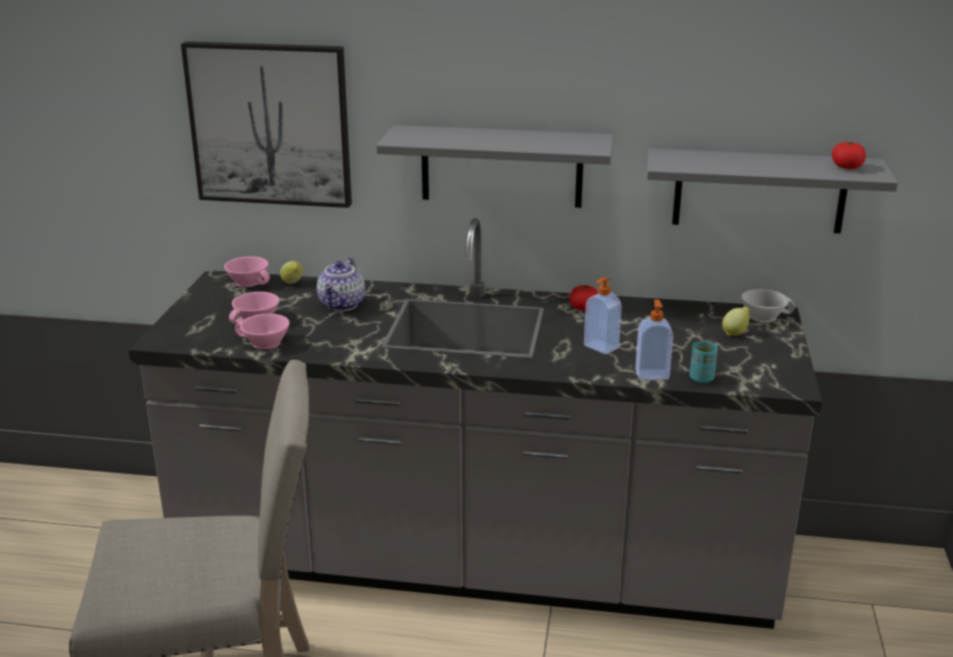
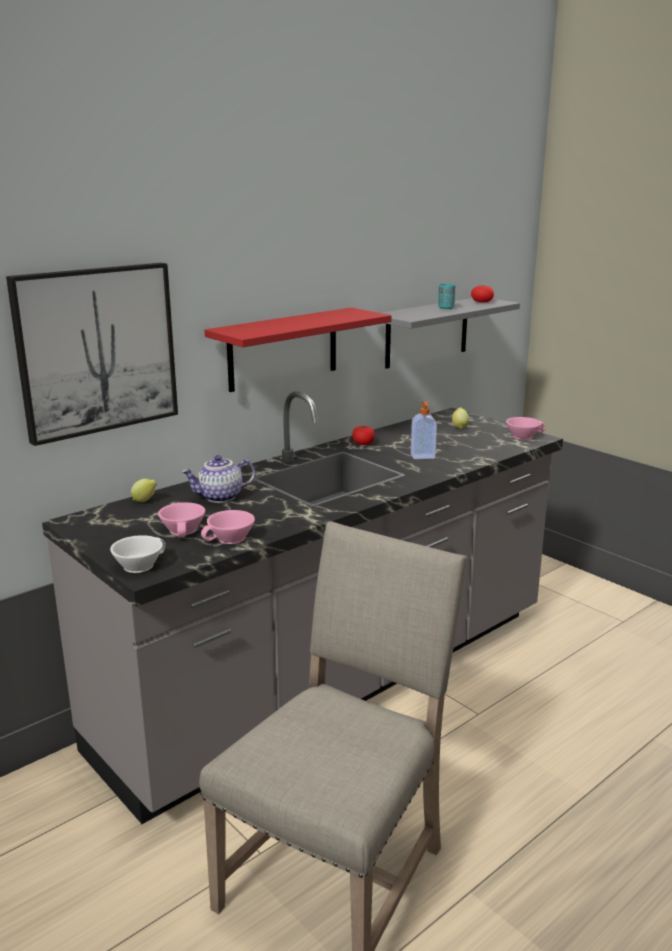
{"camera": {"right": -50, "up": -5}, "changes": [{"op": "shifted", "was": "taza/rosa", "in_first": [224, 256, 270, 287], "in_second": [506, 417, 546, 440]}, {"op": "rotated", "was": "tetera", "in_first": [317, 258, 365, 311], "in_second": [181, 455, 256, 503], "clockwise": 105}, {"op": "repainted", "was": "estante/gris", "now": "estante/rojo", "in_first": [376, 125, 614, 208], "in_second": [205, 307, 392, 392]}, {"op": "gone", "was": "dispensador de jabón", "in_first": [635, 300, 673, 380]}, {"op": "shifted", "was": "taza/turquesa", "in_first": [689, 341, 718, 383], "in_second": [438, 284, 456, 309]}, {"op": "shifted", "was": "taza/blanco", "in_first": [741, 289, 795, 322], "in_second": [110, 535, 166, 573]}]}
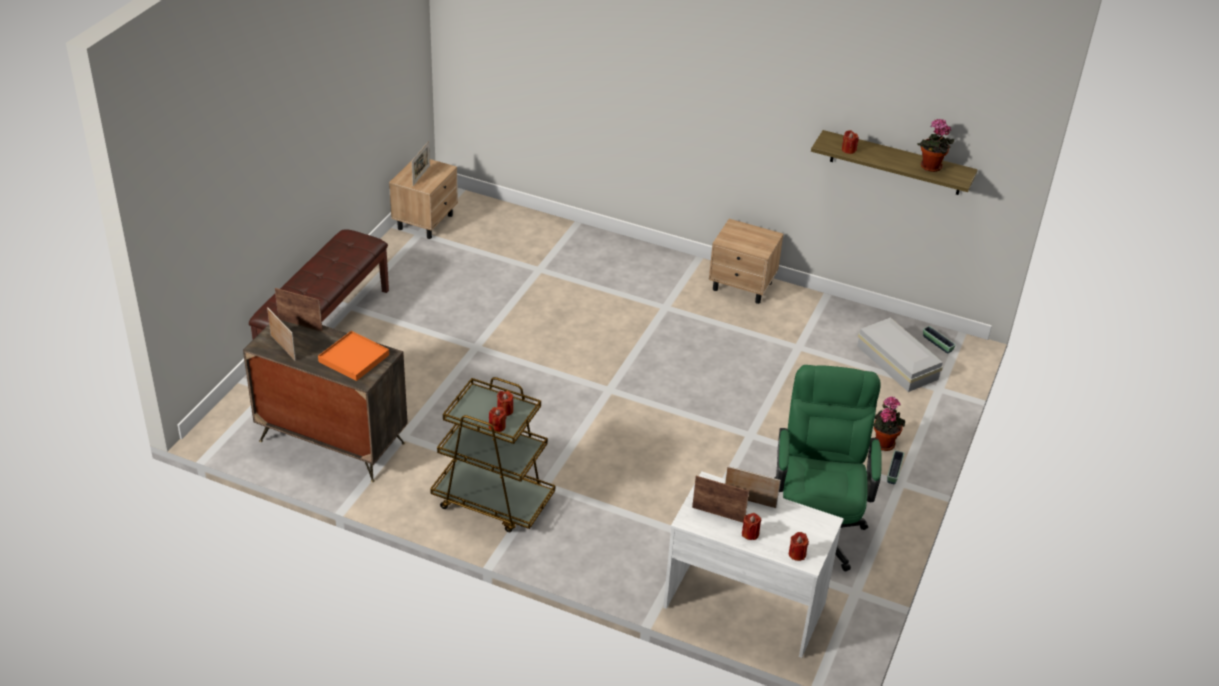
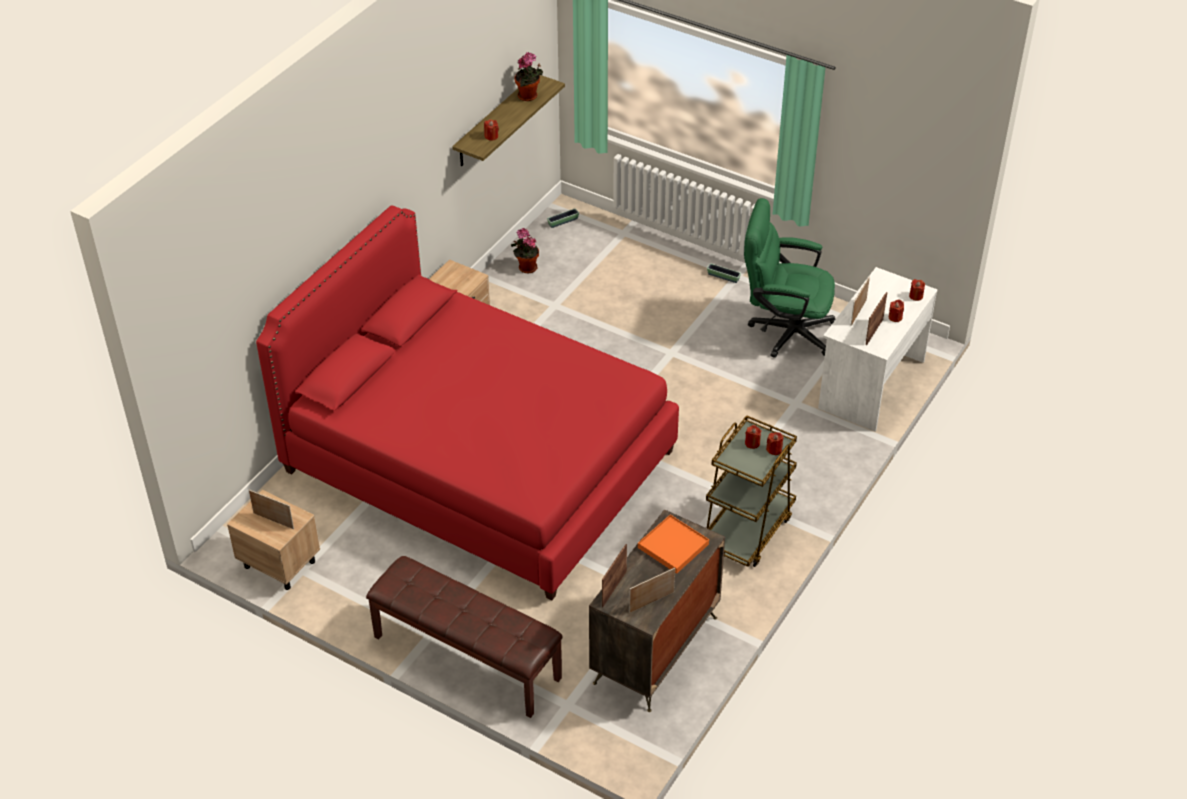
{"camera": {"right": -80, "up": 5}, "changes": [{"op": "gone", "was": "caja de almacenaje/blanco", "in_first": [857, 317, 943, 392]}, {"op": "shifted", "was": "planta en maceta", "in_first": [873, 396, 905, 451], "in_second": [511, 228, 539, 274]}, {"op": "new", "now": "cama/rojo", "in_second": [256, 205, 679, 600]}]}
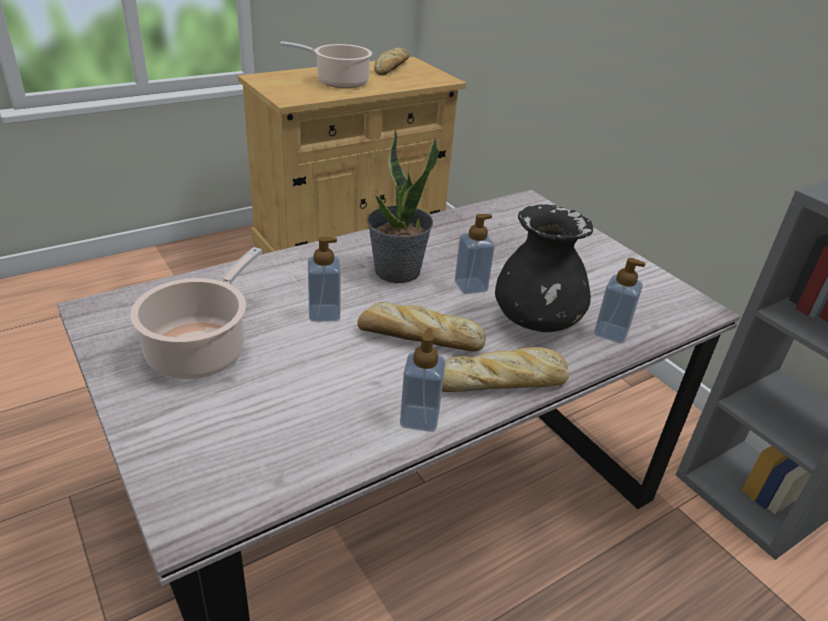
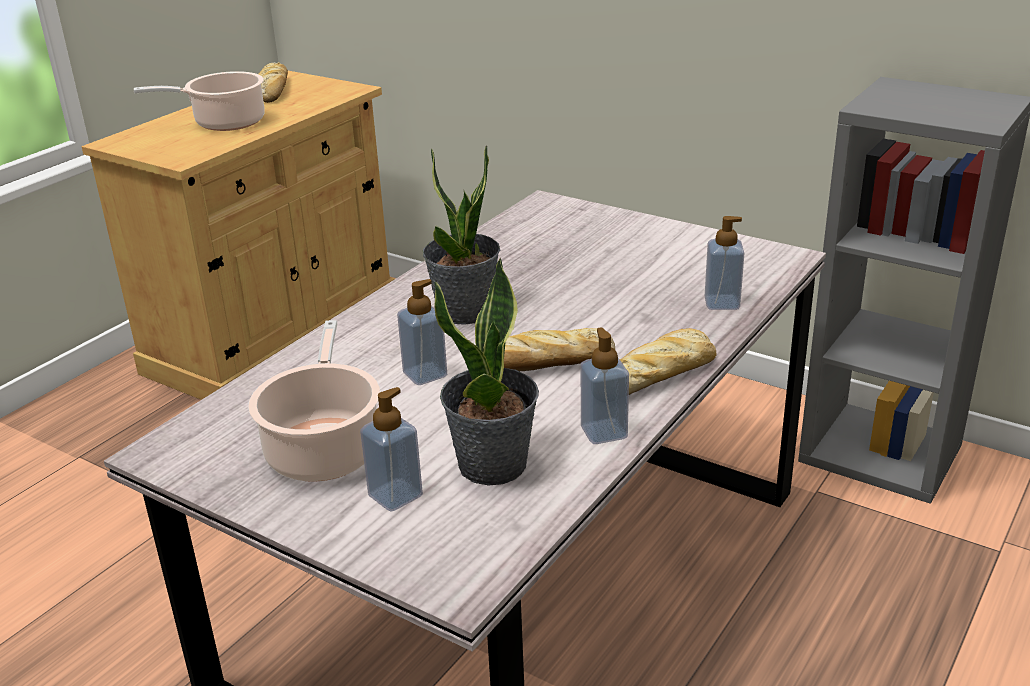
{"camera": {"right": -20, "up": -5}, "changes": [{"op": "shifted", "was": "dispensador de jabón", "in_first": [455, 214, 495, 294], "in_second": [360, 387, 423, 512]}, {"op": "gone", "was": "florero/negro", "in_first": [495, 205, 593, 332]}, {"op": "new", "now": "planta en maceta", "in_second": [434, 258, 539, 485]}]}
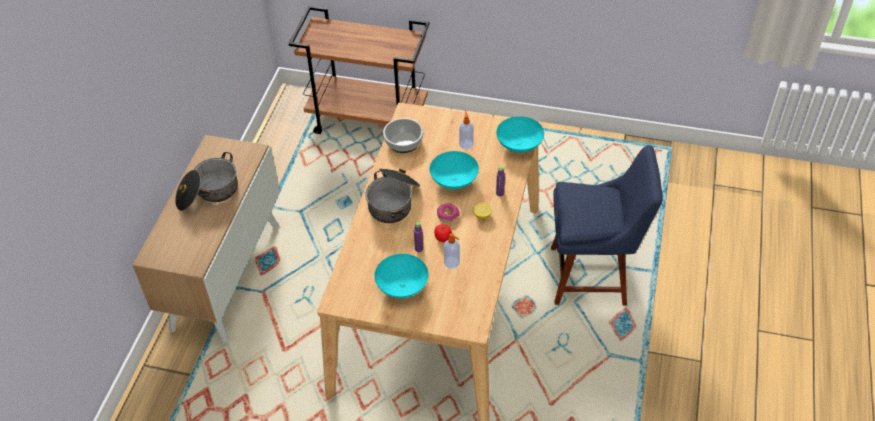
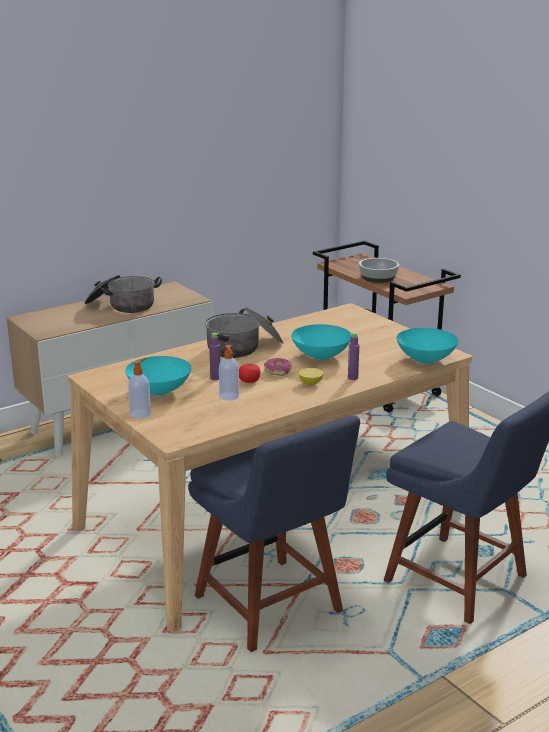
{"camera": {"right": 40, "up": -25}, "changes": [{"op": "shifted", "was": "cuenco", "in_first": [383, 118, 423, 153], "in_second": [359, 258, 399, 283]}, {"op": "shifted", "was": "dispensador de jabón", "in_first": [459, 110, 474, 149], "in_second": [128, 358, 151, 418]}, {"op": "new", "now": "silla/azul", "in_second": [188, 416, 360, 652]}]}
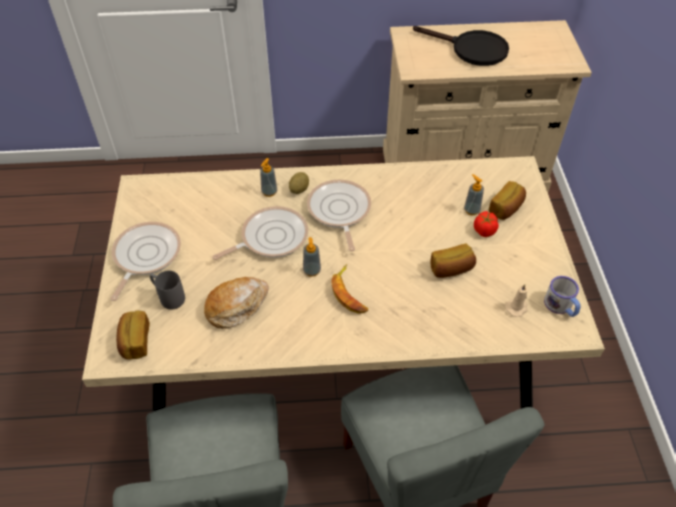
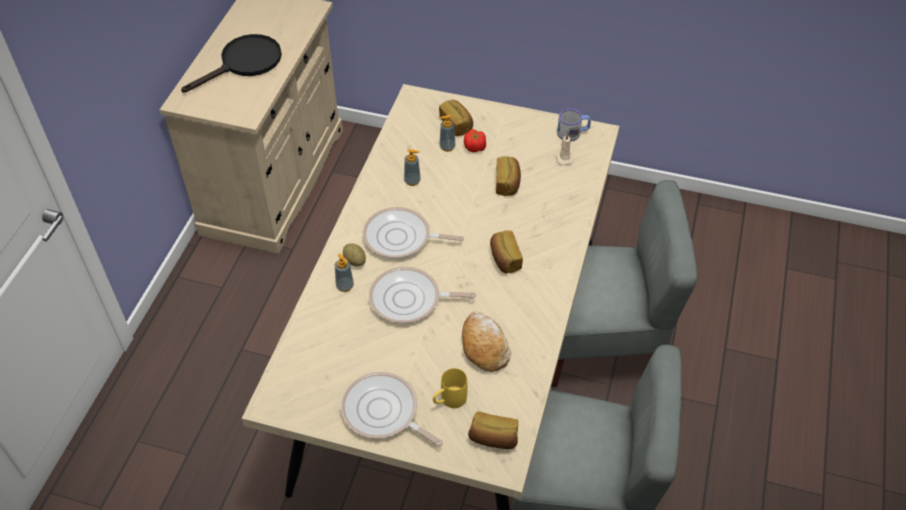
{"camera": {"right": -70, "up": 0}, "changes": [{"op": "repainted", "was": "taza grande/gris", "now": "taza grande/amarillo", "in_first": [150, 271, 185, 309], "in_second": [433, 368, 468, 408]}, {"op": "rotated", "was": "sartén", "in_first": [213, 206, 308, 260], "in_second": [369, 267, 476, 323], "clockwise": -75}, {"op": "shifted", "was": "dispensador de jabón", "in_first": [303, 237, 321, 277], "in_second": [404, 149, 421, 186]}, {"op": "swapped", "was": "plátano", "now": "pan", "in_first": [332, 264, 368, 314], "in_second": [490, 231, 523, 273]}]}
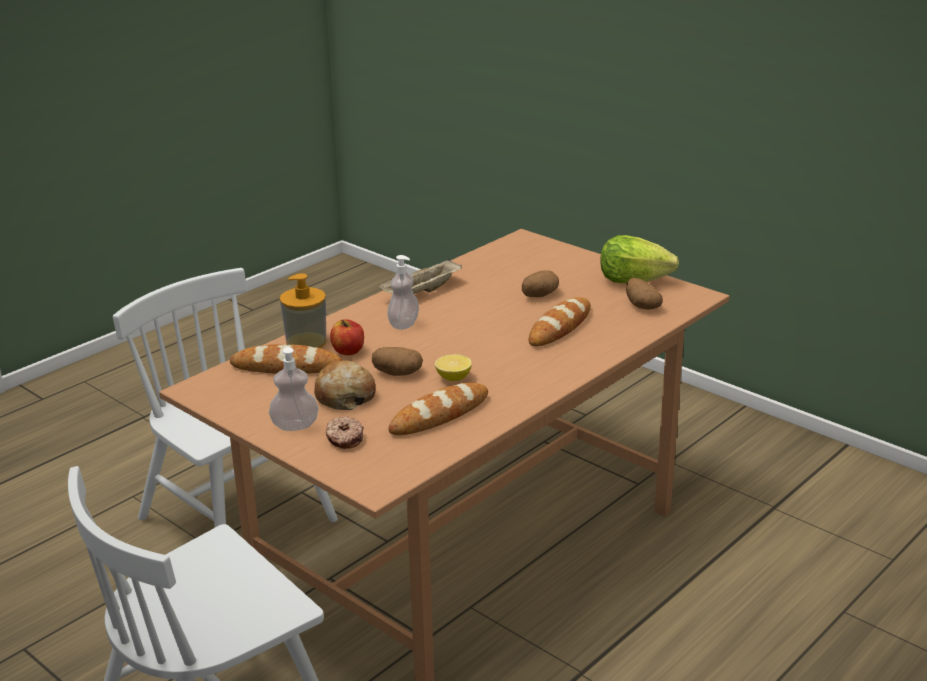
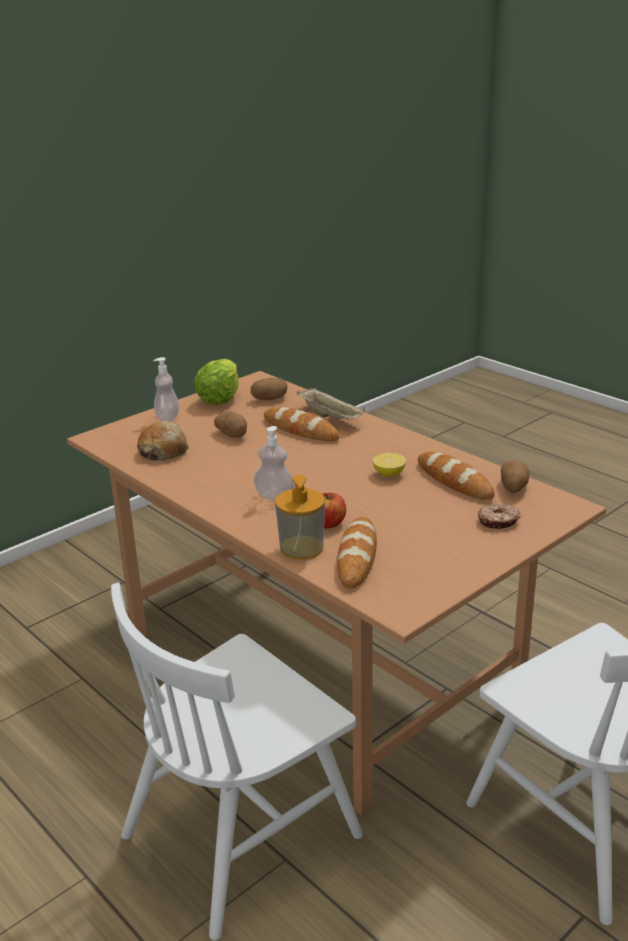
{"camera": {"right": -85, "up": 0}, "changes": [{"op": "shifted", "was": "dispensador de jabón", "in_first": [269, 347, 319, 431], "in_second": [153, 357, 179, 422]}, {"op": "shifted", "was": "pan", "in_first": [314, 361, 376, 410], "in_second": [137, 420, 189, 461]}, {"op": "shifted", "was": "patata", "in_first": [372, 347, 423, 376], "in_second": [501, 460, 530, 493]}, {"op": "shifted", "was": "bandeja/beis", "in_first": [378, 258, 462, 294], "in_second": [297, 388, 365, 419]}]}
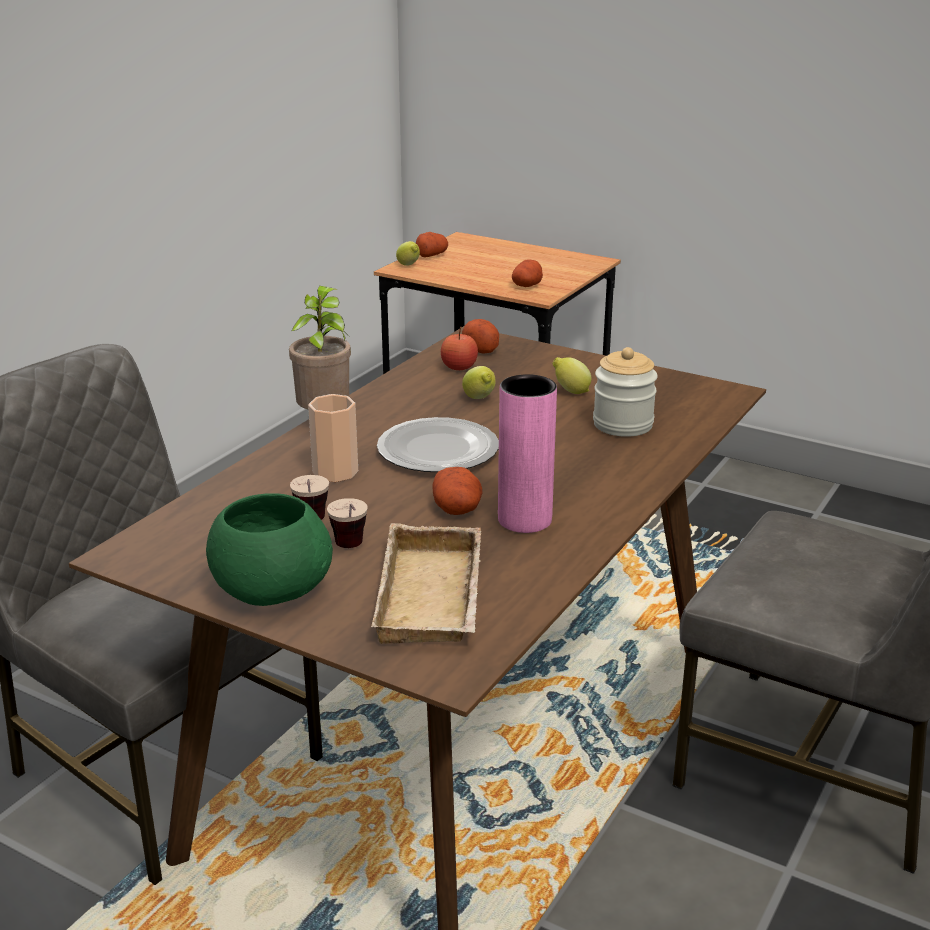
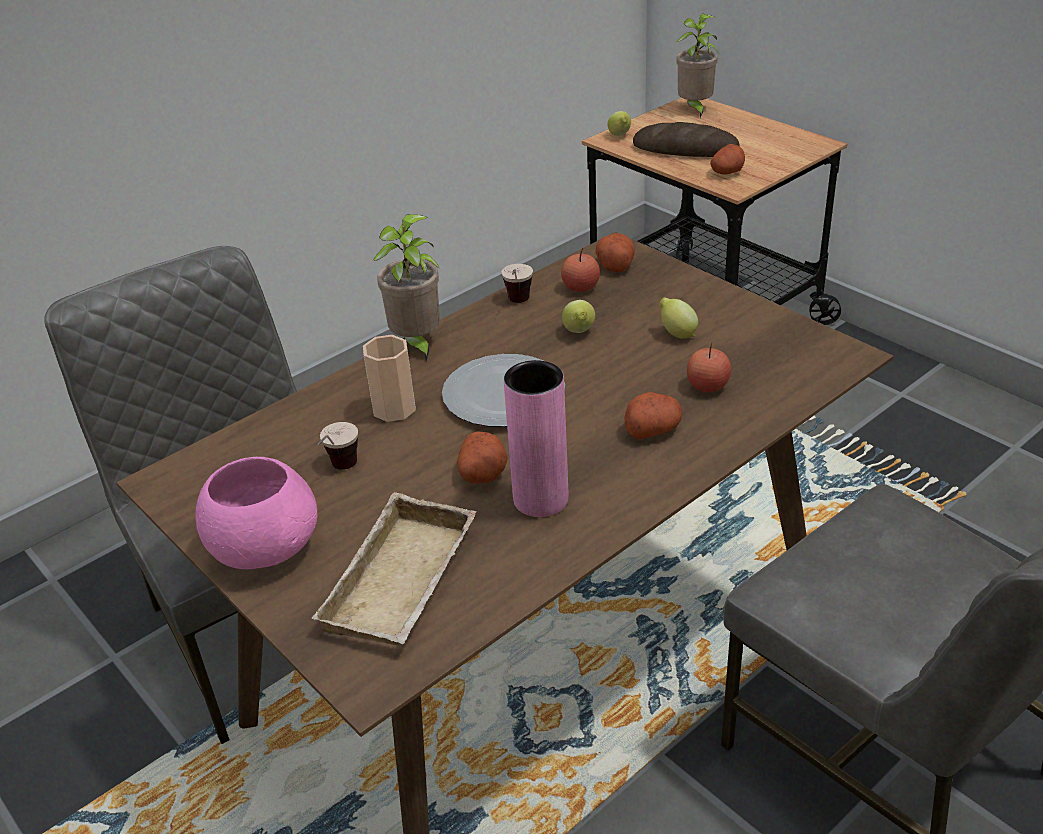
{"camera": {"right": 20, "up": 10}, "changes": [{"op": "repainted", "was": "cuenco/verde", "now": "cuenco/rosa", "in_first": [206, 493, 333, 606], "in_second": [195, 457, 317, 569]}, {"op": "shifted", "was": "taza", "in_first": [327, 498, 367, 548], "in_second": [502, 264, 533, 303]}, {"op": "shifted", "was": "patata", "in_first": [416, 232, 448, 257], "in_second": [624, 392, 682, 439]}, {"op": "swapped", "was": "tarro", "now": "manzana", "in_first": [593, 347, 658, 437], "in_second": [687, 342, 731, 392]}, {"op": "new", "now": "pan", "in_second": [633, 122, 740, 157]}, {"op": "new", "now": "planta en maceta", "in_second": [676, 14, 719, 118]}]}
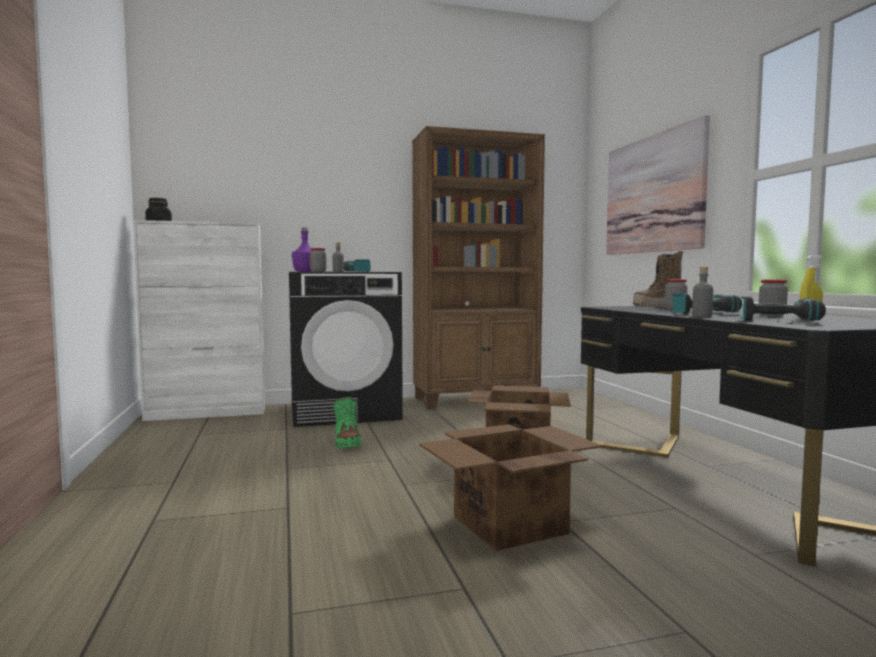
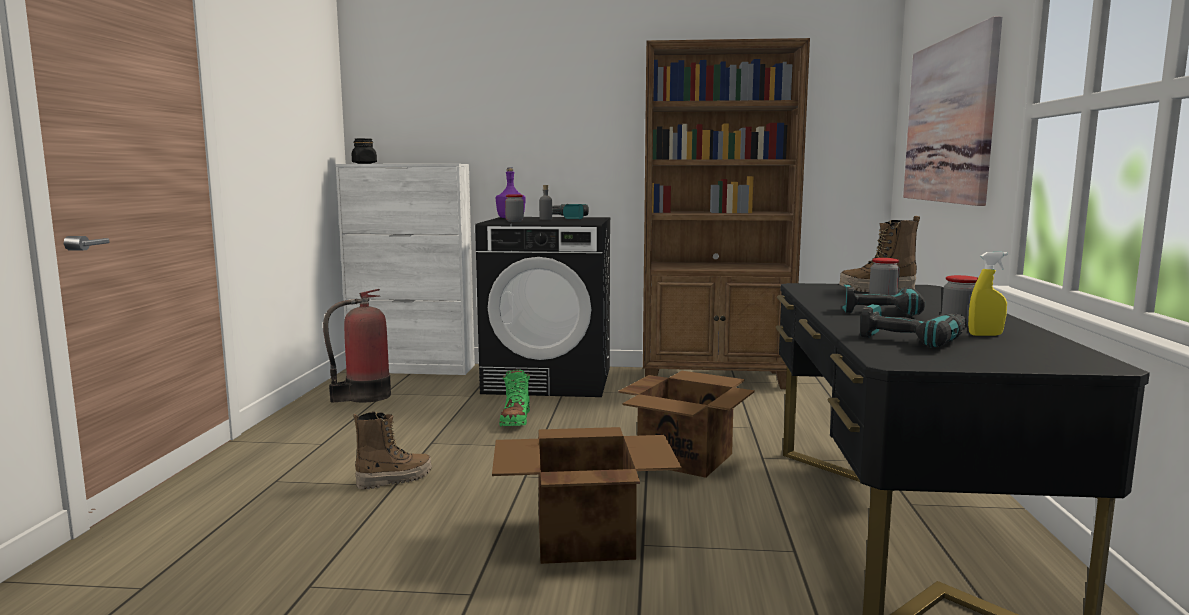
{"camera": {"right": 20, "up": 5}, "changes": [{"op": "gone", "was": "botella/gris", "in_first": [692, 267, 713, 317]}, {"op": "new", "now": "extintor", "in_second": [323, 289, 391, 402]}, {"op": "new", "now": "bota", "in_second": [353, 412, 432, 490]}]}
